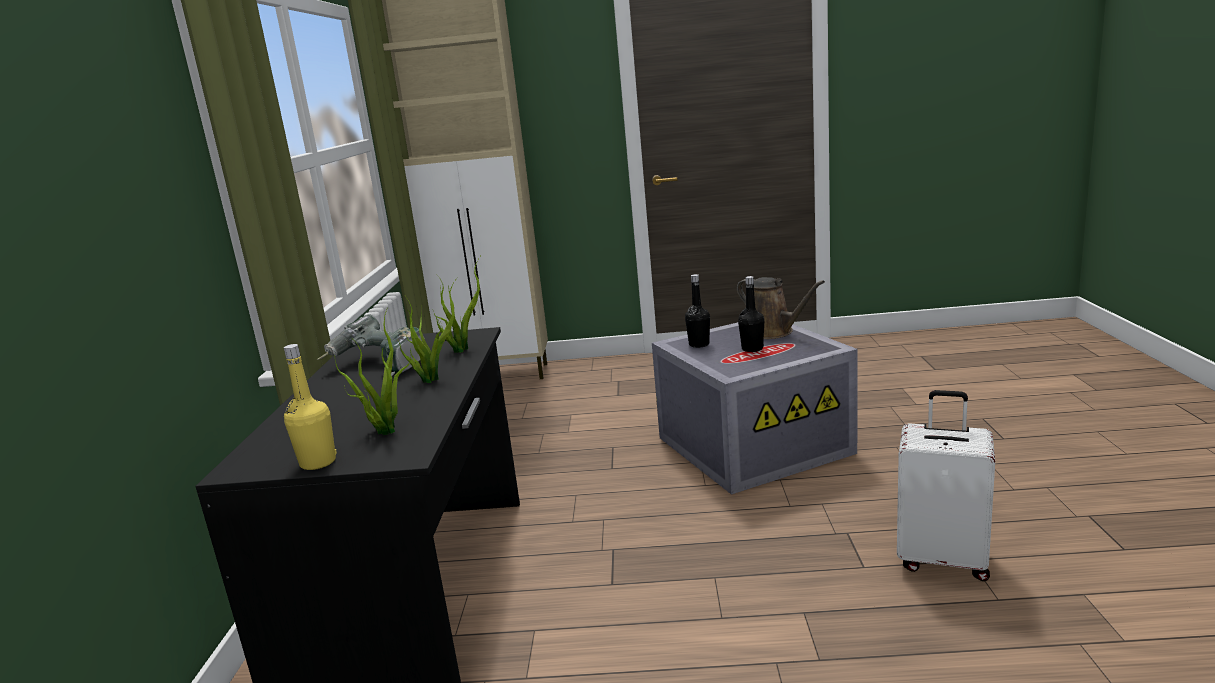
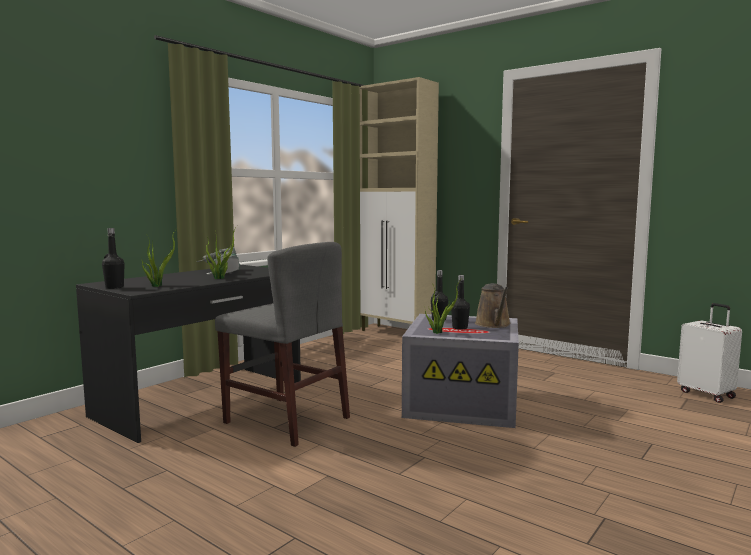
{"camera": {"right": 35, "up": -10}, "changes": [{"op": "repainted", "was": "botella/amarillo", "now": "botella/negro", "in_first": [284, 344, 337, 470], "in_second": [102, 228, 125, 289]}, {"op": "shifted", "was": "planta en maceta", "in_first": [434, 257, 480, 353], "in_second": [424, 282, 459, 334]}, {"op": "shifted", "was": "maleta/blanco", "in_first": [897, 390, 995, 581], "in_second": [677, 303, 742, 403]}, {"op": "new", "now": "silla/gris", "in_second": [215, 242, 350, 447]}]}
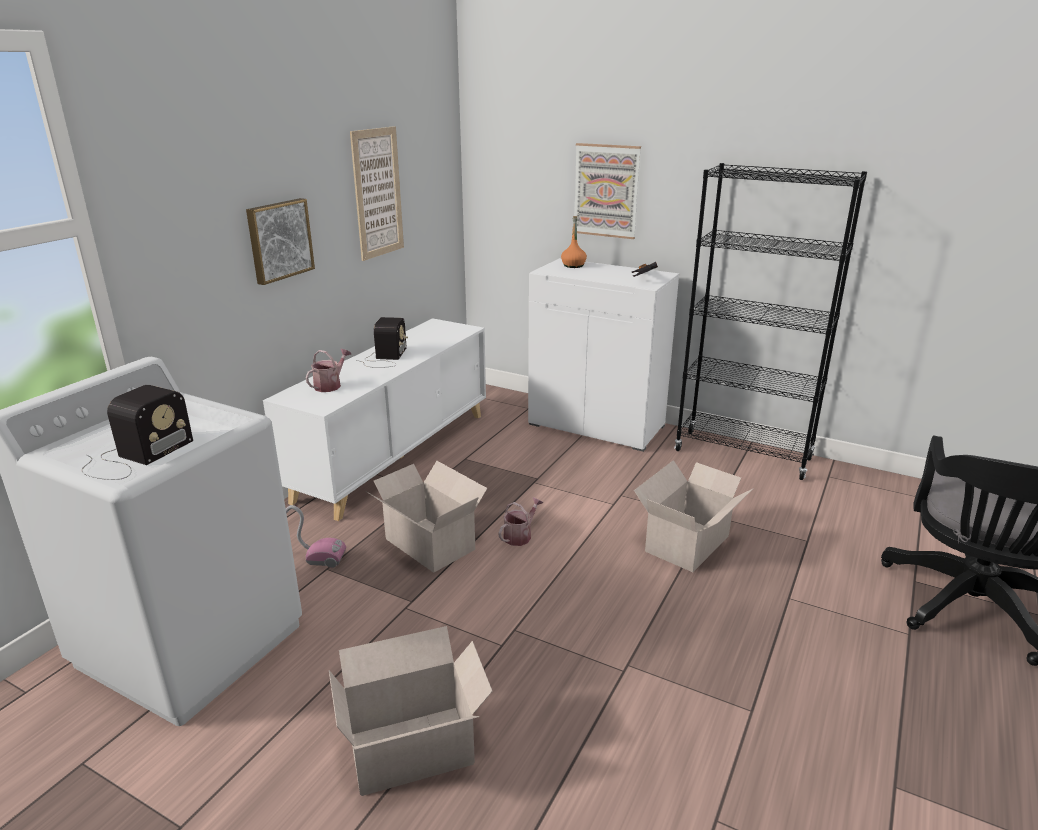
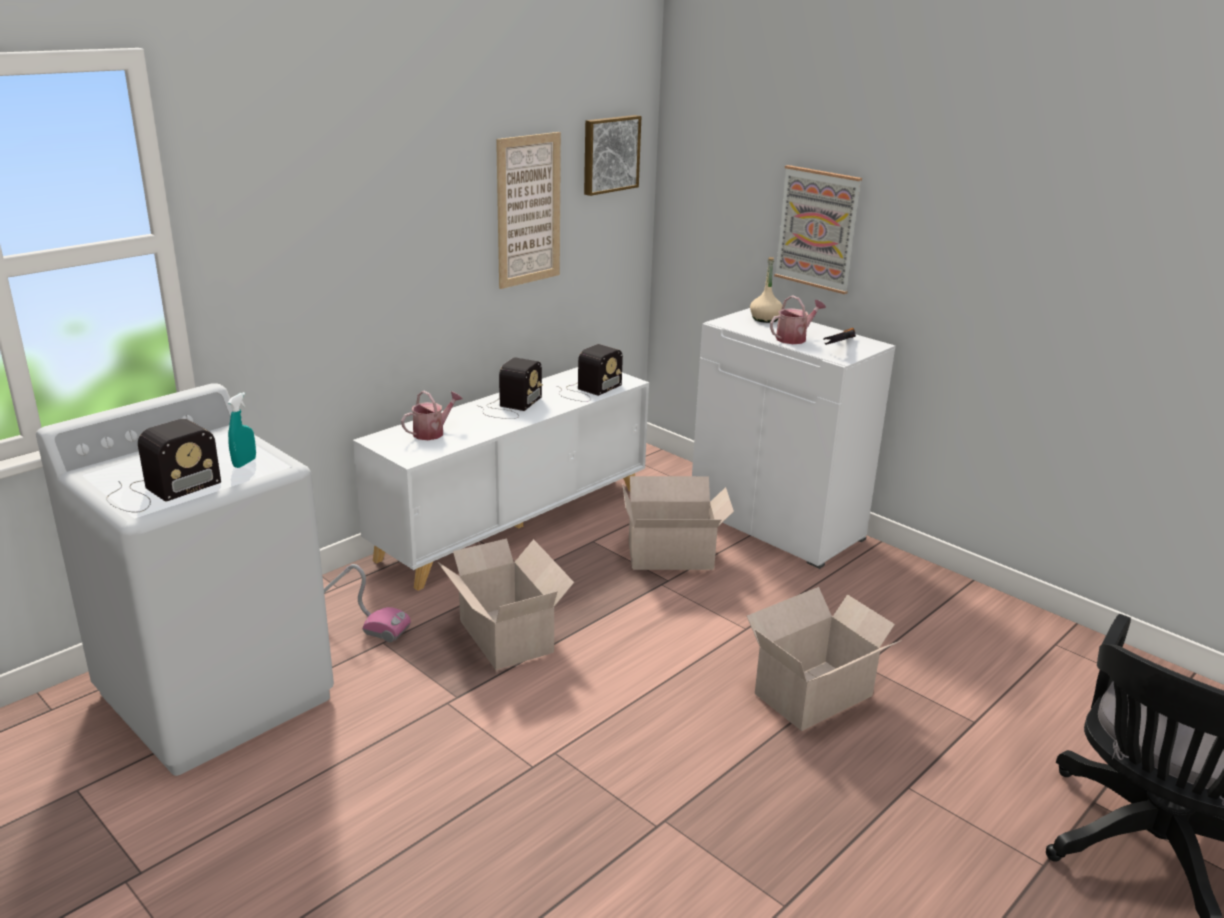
{"camera": {"right": 15, "up": 0}, "changes": [{"op": "shifted", "was": "cuadro", "in_first": [246, 198, 315, 285], "in_second": [584, 115, 642, 196]}, {"op": "shifted", "was": "caja de cartón", "in_first": [329, 626, 492, 796], "in_second": [622, 476, 734, 570]}, {"op": "shifted", "was": "regadera", "in_first": [498, 497, 543, 546], "in_second": [770, 295, 826, 344]}, {"op": "repainted", "was": "botella/naranja", "now": "botella/beis", "in_first": [561, 216, 587, 268], "in_second": [750, 257, 782, 323]}, {"op": "gone", "was": "estantería/negro", "in_first": [674, 163, 867, 480]}, {"op": "new", "now": "pulverizador/turquesa", "in_second": [228, 392, 256, 468]}, {"op": "new", "now": "radio", "in_second": [557, 344, 623, 402]}]}
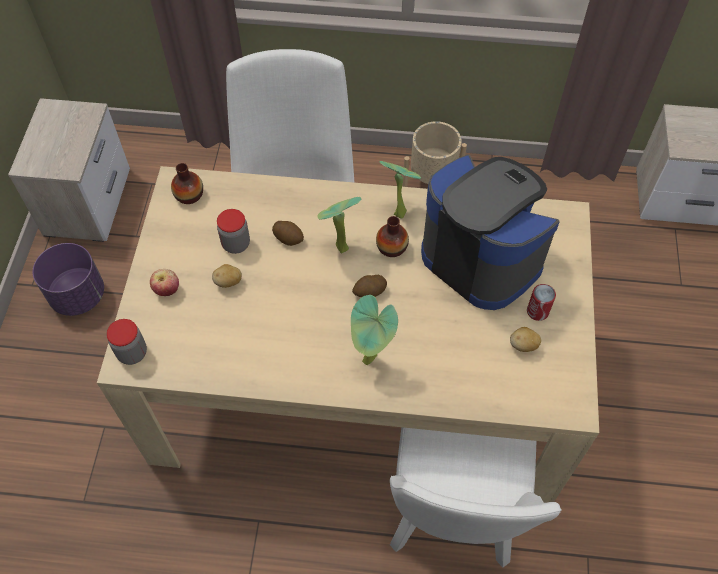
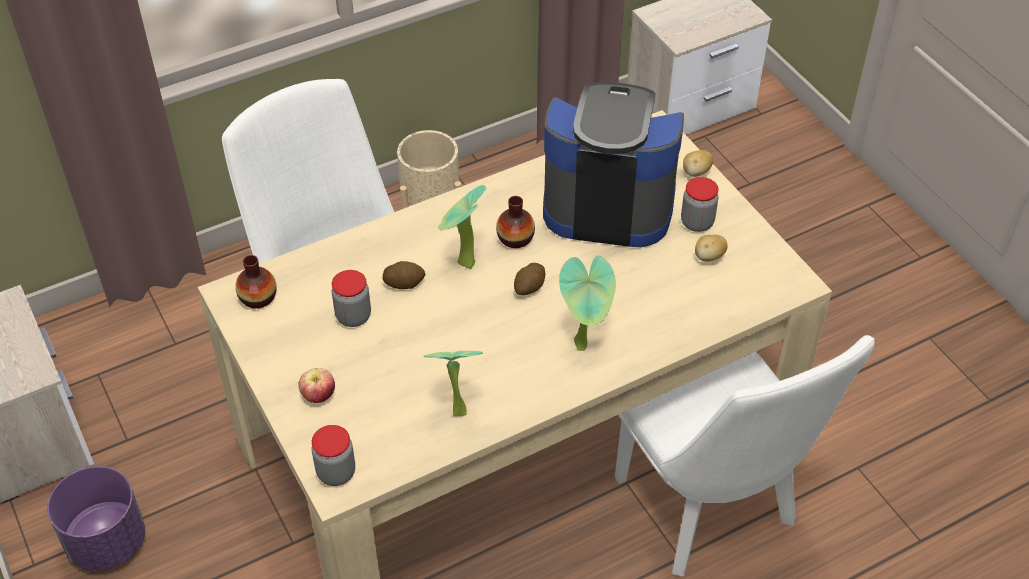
{"camera": {"right": -35, "up": -10}, "changes": [{"op": "shifted", "was": "patata", "in_first": [212, 264, 242, 288], "in_second": [683, 150, 713, 177]}, {"op": "shifted", "was": "planta en maceta", "in_first": [380, 161, 421, 218], "in_second": [423, 351, 483, 416]}, {"op": "swapped", "was": "lata", "now": "tarro", "in_first": [527, 284, 556, 321], "in_second": [681, 177, 719, 232]}]}
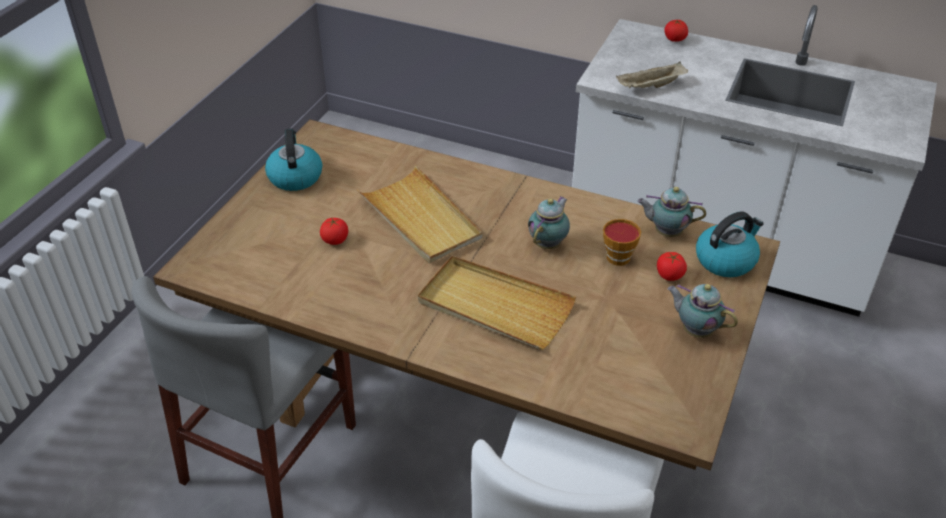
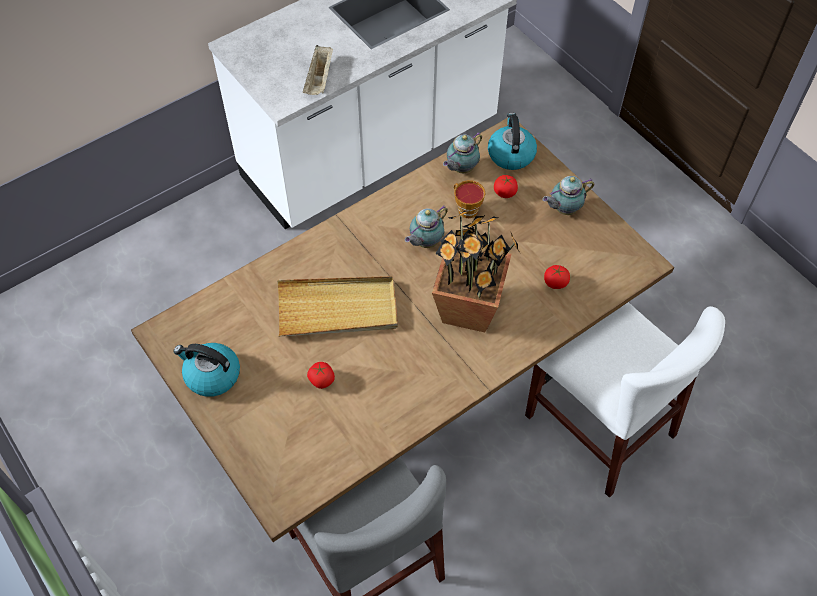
{"camera": {"right": -60, "up": 15}, "changes": [{"op": "swapped", "was": "bandeja/beis", "now": "planta en maceta", "in_first": [418, 256, 576, 350], "in_second": [432, 209, 521, 332]}, {"op": "rotated", "was": "tetera", "in_first": [528, 196, 570, 249], "in_second": [405, 205, 448, 248], "clockwise": -105}, {"op": "shifted", "was": "tomate", "in_first": [664, 20, 688, 42], "in_second": [544, 265, 570, 289]}]}
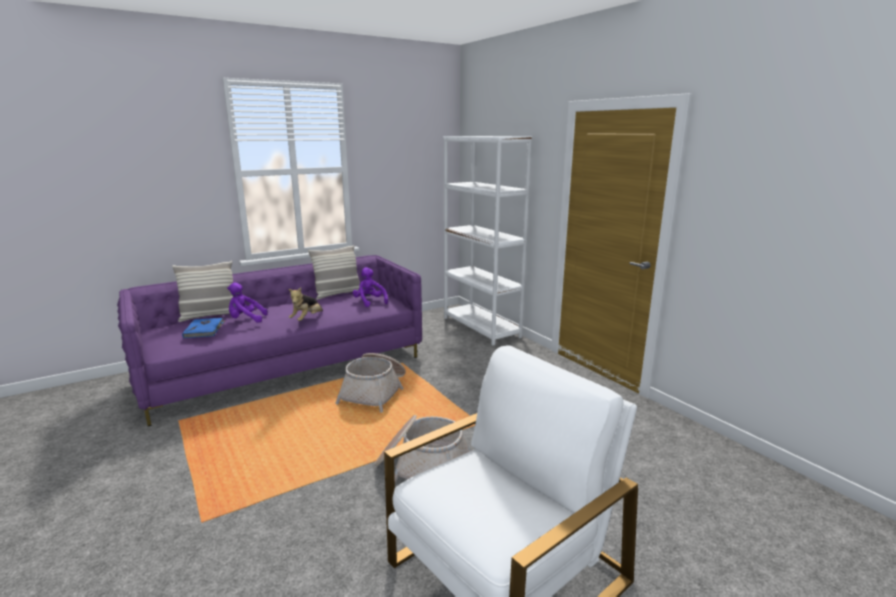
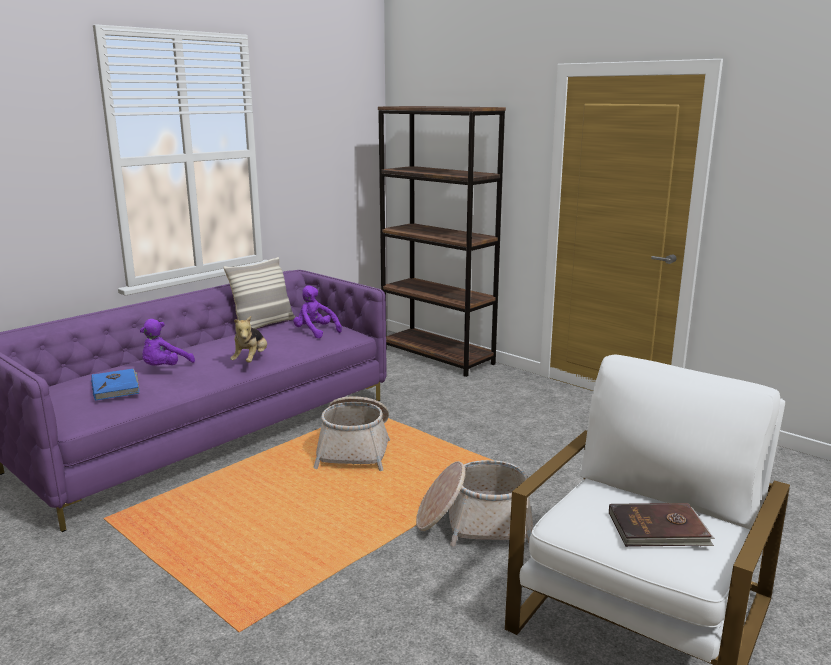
{"camera": {"right": -15, "up": 0}, "changes": [{"op": "gone", "was": "cojín", "in_first": [172, 261, 233, 322]}, {"op": "rotated", "was": "peluche/morado", "in_first": [227, 283, 268, 323], "in_second": [140, 319, 195, 365], "clockwise": -45}, {"op": "repainted", "was": "estantería/blanco", "now": "estantería/marrón", "in_first": [443, 136, 533, 346], "in_second": [378, 106, 506, 377]}, {"op": "new", "now": "libro/marrón", "in_second": [609, 503, 715, 547]}]}
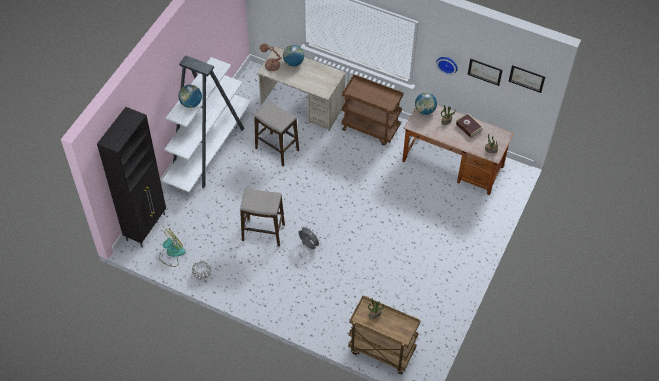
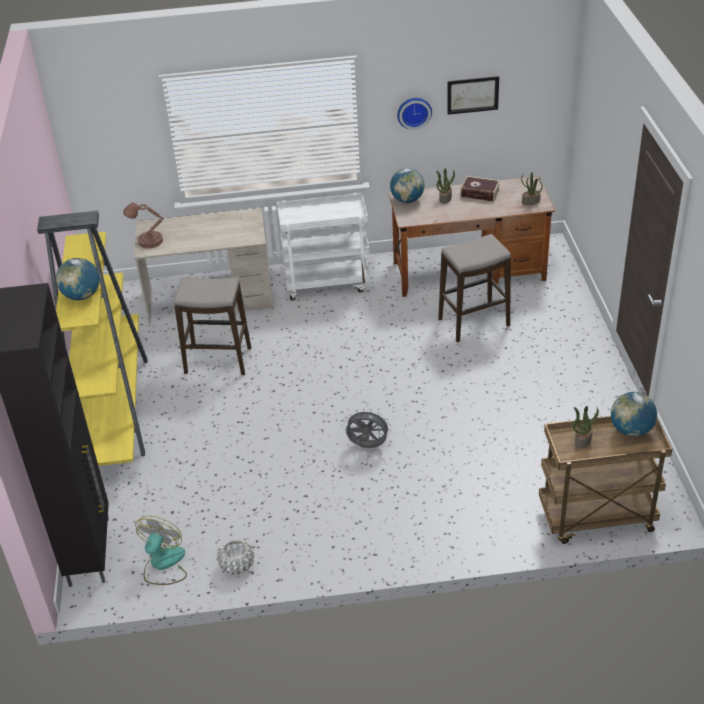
{"camera": {"right": -30, "up": -15}, "changes": [{"op": "repainted", "was": "estantería/blanco", "now": "estantería/amarillo", "in_first": [162, 55, 251, 192], "in_second": [37, 211, 148, 466]}, {"op": "shifted", "was": "taburete", "in_first": [240, 188, 285, 247], "in_second": [438, 234, 511, 342]}, {"op": "shifted", "was": "globo terráqueo", "in_first": [283, 45, 304, 67], "in_second": [611, 392, 657, 437]}, {"op": "repainted", "was": "carrito/marrón", "now": "carrito/blanco", "in_first": [341, 74, 403, 146], "in_second": [277, 193, 371, 301]}, {"op": "gone", "was": "cuadro", "in_first": [509, 65, 545, 93]}]}
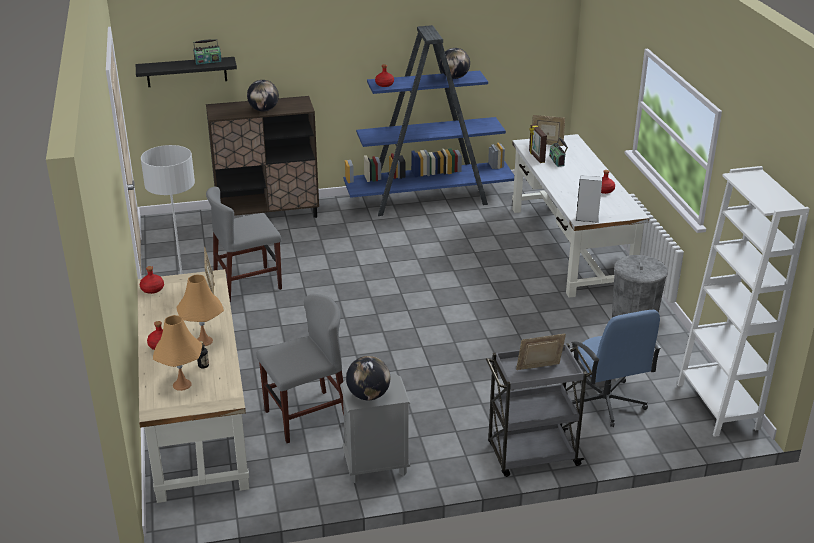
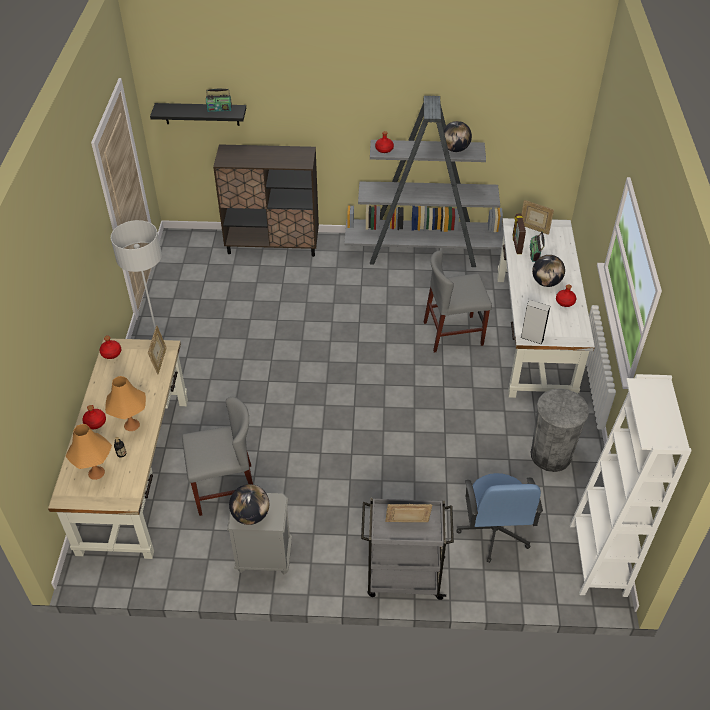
{"camera": {"right": 15, "up": 15}, "changes": [{"op": "shifted", "was": "silla/gris", "in_first": [206, 187, 282, 302], "in_second": [424, 250, 492, 353]}, {"op": "shifted", "was": "globo terráqueo", "in_first": [247, 80, 279, 112], "in_second": [532, 255, 565, 287]}, {"op": "repainted", "was": "estantería/azul", "now": "estantería/gris", "in_first": [343, 25, 514, 216], "in_second": [344, 96, 504, 267]}]}
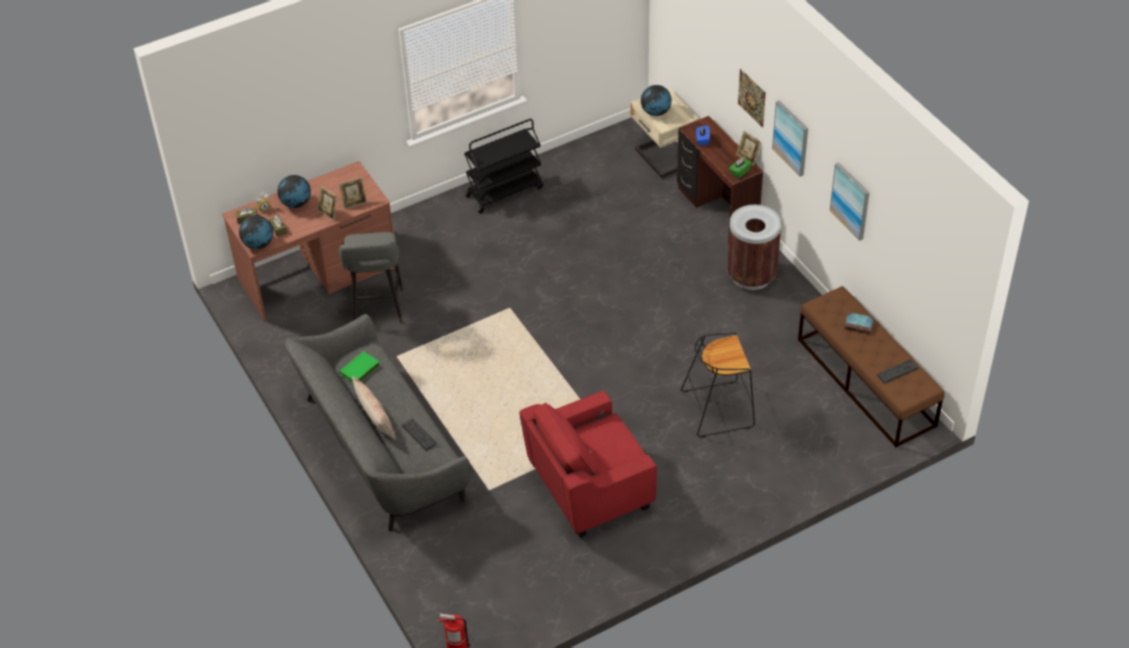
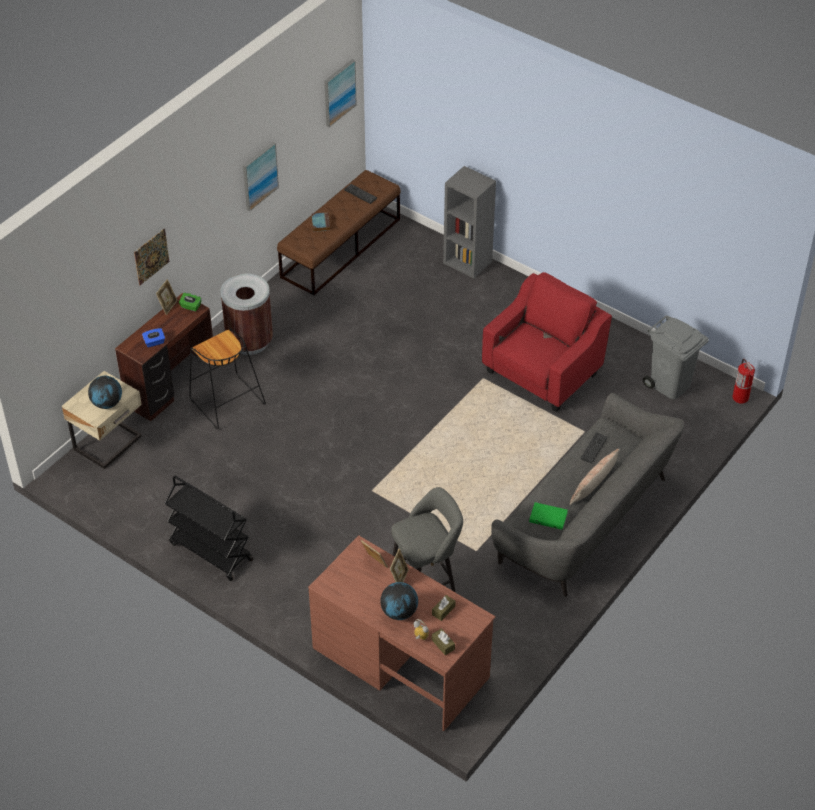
{"camera": {"right": -115, "up": 0}, "changes": [{"op": "gone", "was": "globo terráqueo", "in_first": [239, 215, 273, 249]}, {"op": "rotated", "was": "sillón/rojo", "in_first": [519, 391, 657, 538], "in_second": [482, 272, 612, 412], "clockwise": -90}, {"op": "shifted", "was": "taburete/negro", "in_first": [681, 333, 755, 438], "in_second": [189, 328, 266, 429]}, {"op": "shifted", "was": "cuadro", "in_first": [772, 100, 808, 177], "in_second": [324, 59, 357, 127]}, {"op": "new", "now": "estantería/gris", "in_second": [443, 166, 496, 279]}, {"op": "new", "now": "papelera/gris", "in_second": [643, 315, 709, 399]}]}
